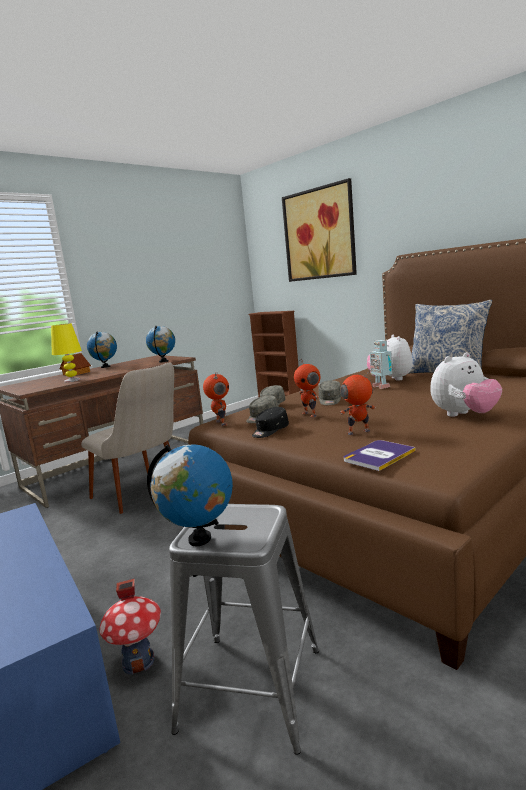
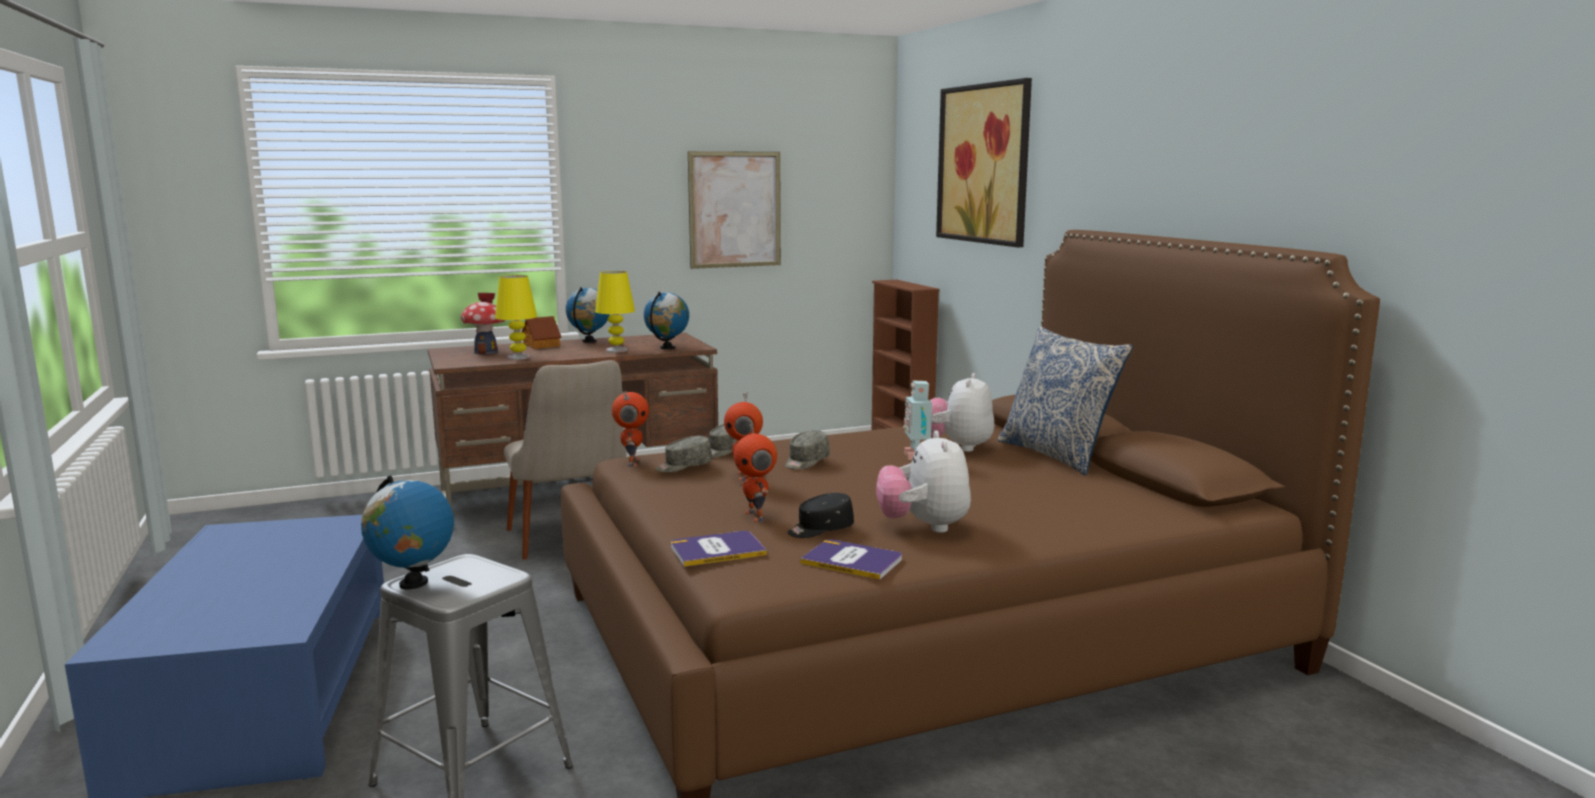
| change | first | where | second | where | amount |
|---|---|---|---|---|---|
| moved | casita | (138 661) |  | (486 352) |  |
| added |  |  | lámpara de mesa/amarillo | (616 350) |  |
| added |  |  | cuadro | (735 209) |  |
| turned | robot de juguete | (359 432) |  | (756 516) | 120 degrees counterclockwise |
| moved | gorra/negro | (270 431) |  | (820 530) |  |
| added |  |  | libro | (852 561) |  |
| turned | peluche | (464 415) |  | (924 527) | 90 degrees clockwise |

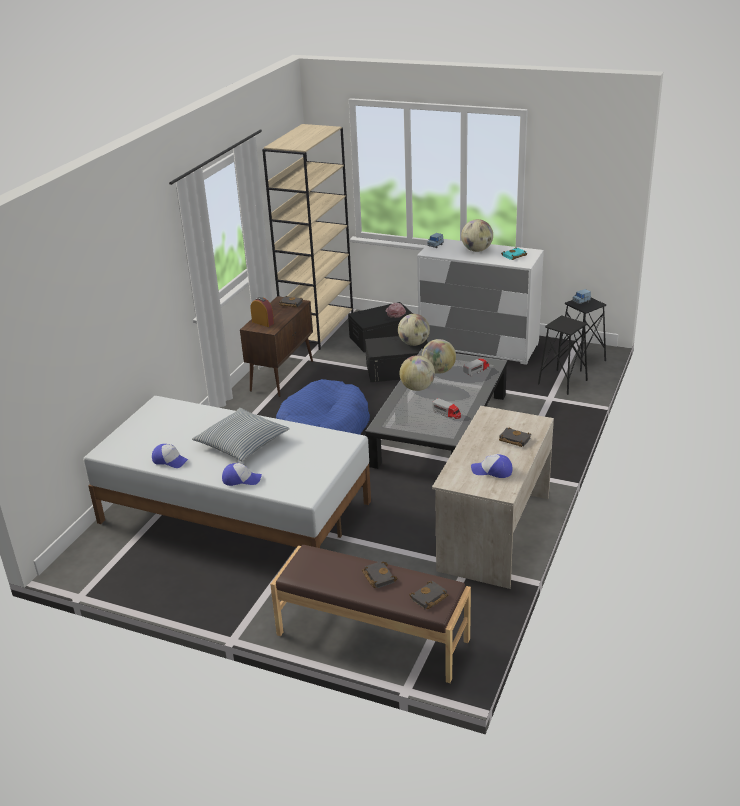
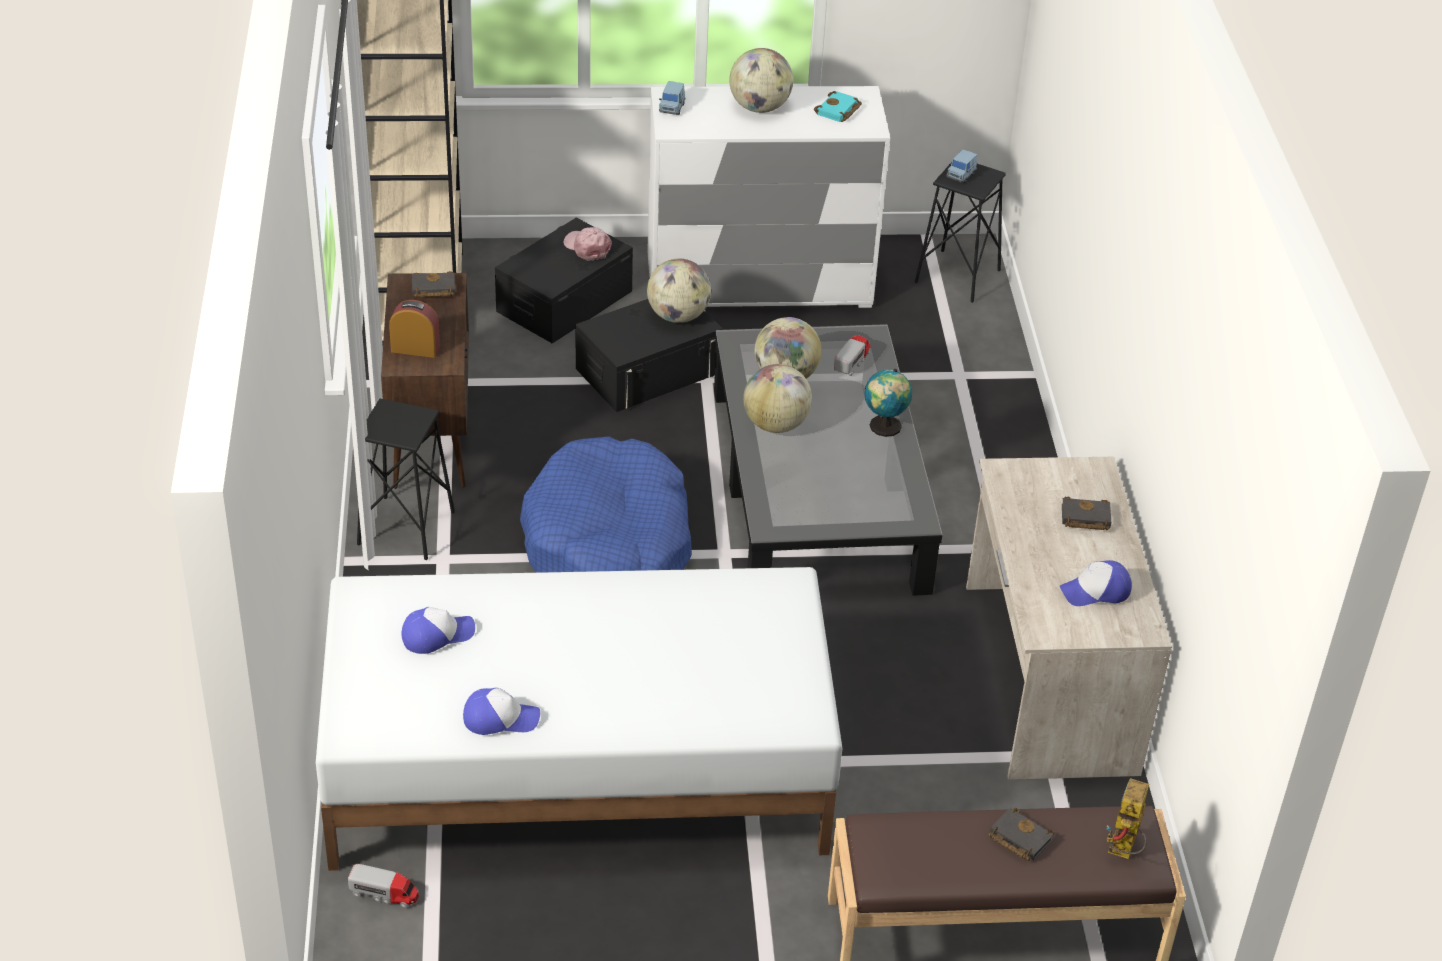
| change | first | where | second | where | amount |
|---|---|---|---|---|---|
| moved | camión de juguete | (447 414) |  | (384 893) |  |
| moved | taburete/negro | (562 382) |  | (406 528) |  |
| moved | gorra | (241 479) |  | (437 635) |  |
| added |  |  | globo terráqueo | (884 427) |  |
| replaced | libro/negro | (429 598) | robot de juguete | (1123 852) |  |
| removed | cojín | (242 442) |  |  |  |

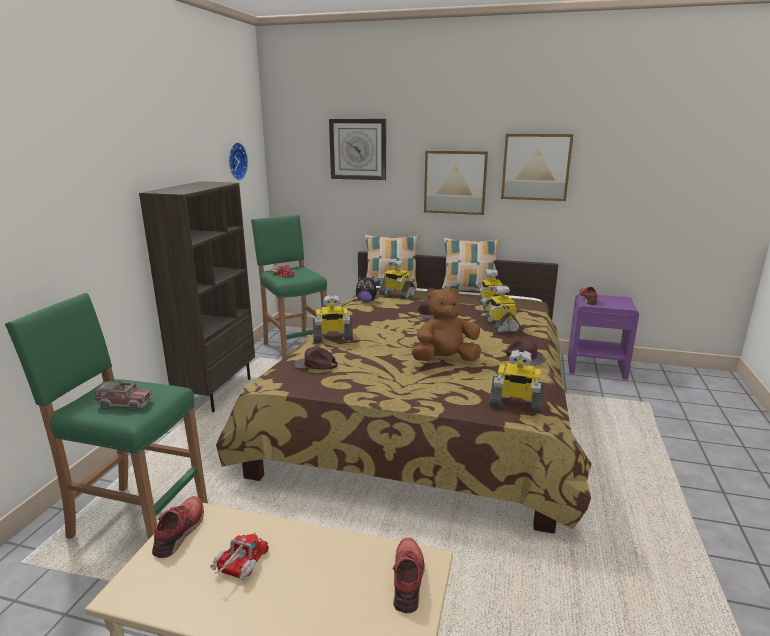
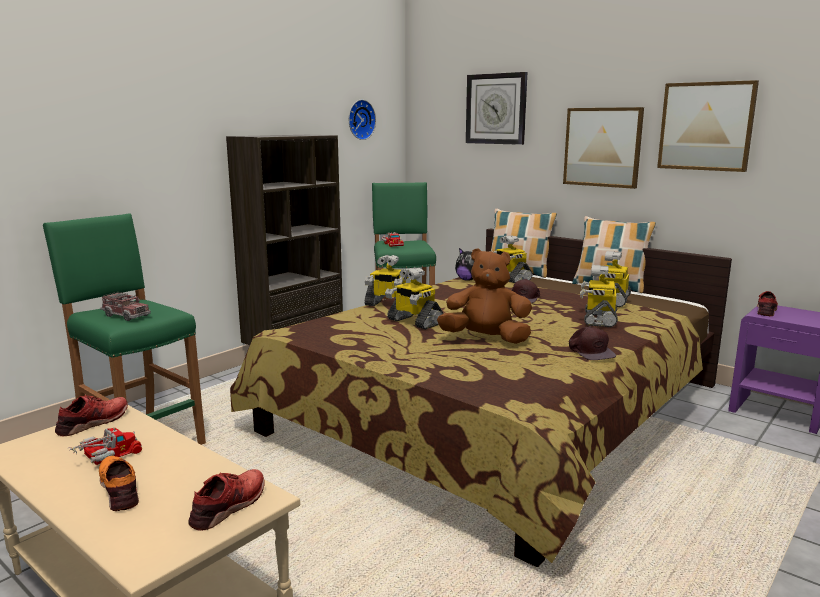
| change | first | where | second | where | amount |
|---|---|---|---|---|---|
| added |  |  | zapato/naranja | (120 489) |  |
| moved | robot de juguete | (515 404) |  | (414 322) |  |
| removed | gorra/marrón | (315 365) |  |  |  |

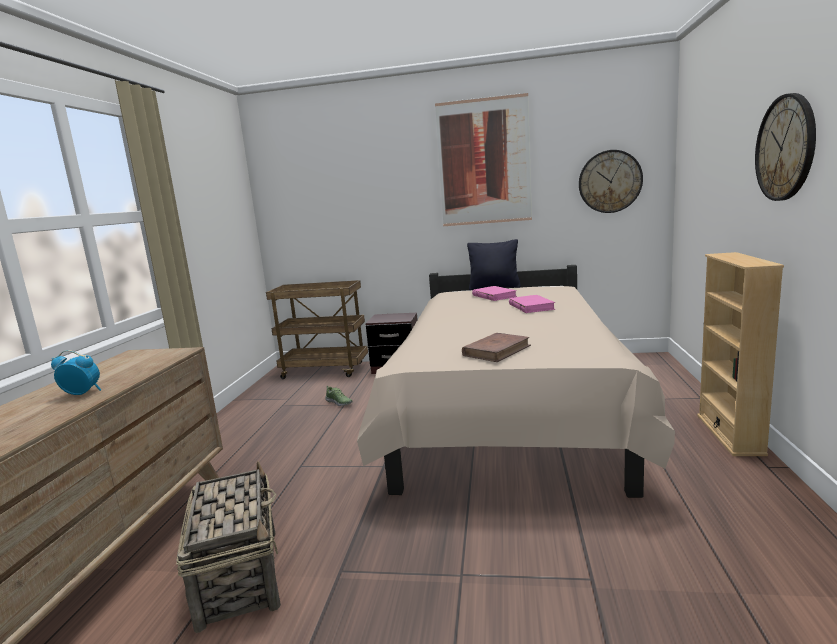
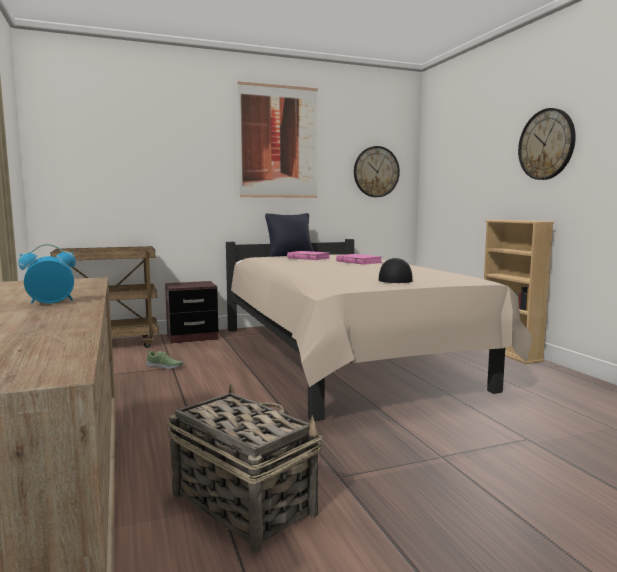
| change | first | where | second | where | amount |
|---|---|---|---|---|---|
| replaced | libro/marrón | (496 350) | gorra | (395 279) |  |

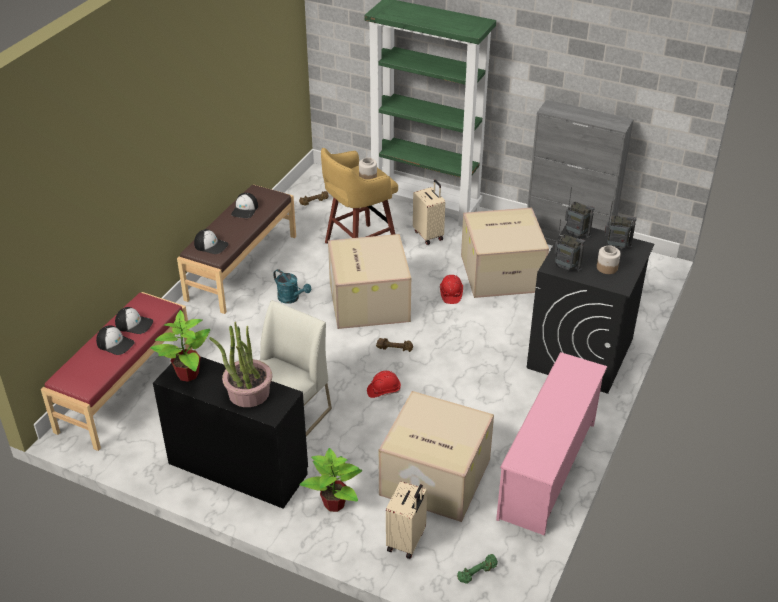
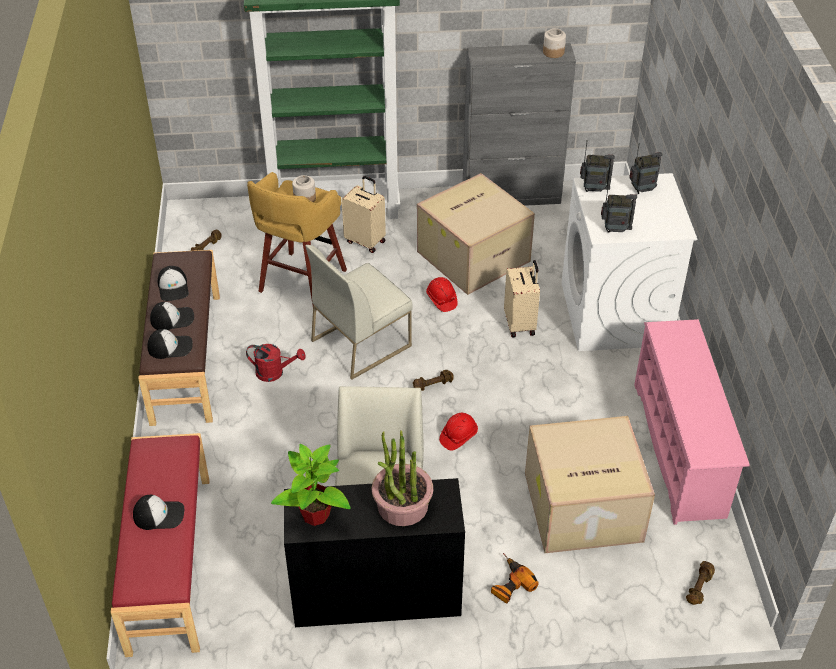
| change | first | where | second | where | amount |
|---|---|---|---|---|---|
| moved | gorra | (134 324) |  | (172 318) |  |
| recoloured | regadera/turquesa | (291 298) | regadera/rojo | (275 373) |  |
| replaced | caja de cartón | (367 301) | silla/blanco | (361 342) |  |
| replaced | planta en maceta | (335 504) | taladro | (509 584) |  |
| moved | maleta/beis | (407 541) |  | (520 324) |  |
| moved | tarro | (606 267) |  | (553 52) |  |
| recoloured | lavadora/negro | (580 354) | lavadora/blanco | (615 314) |  |
| recoloured | mancuerna/verde | (477 573) | mancuerna/marrón | (699 588) |  |

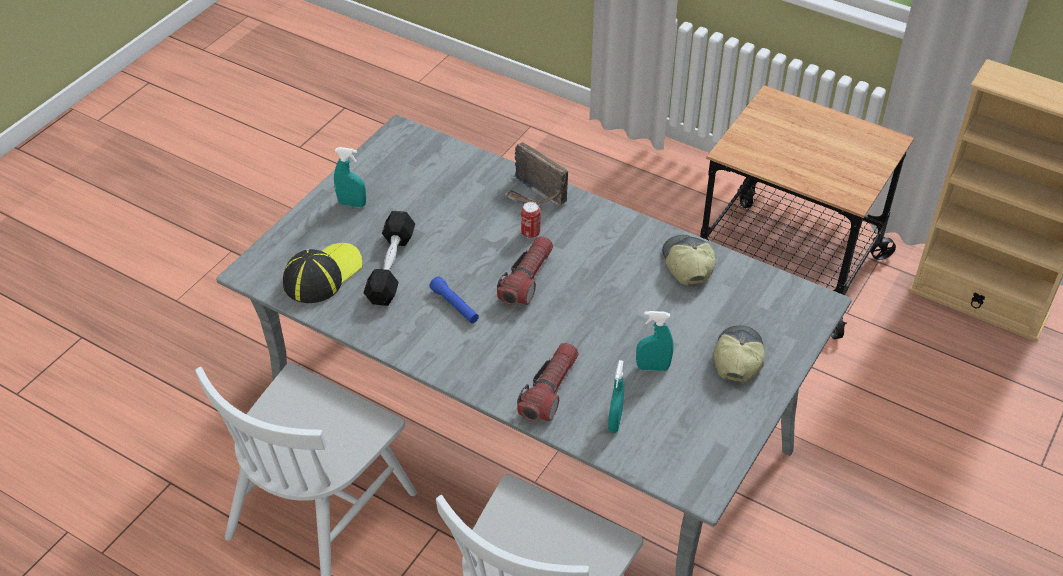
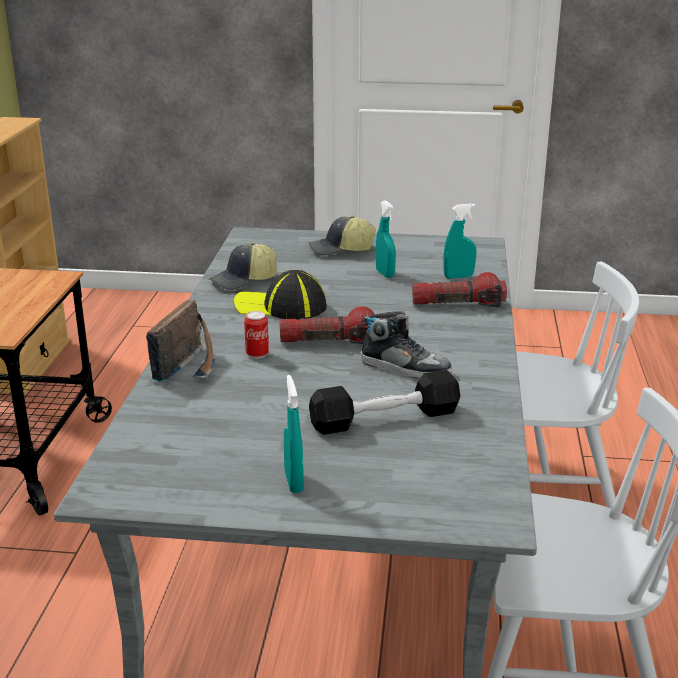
| change | first | where | second | where | amount |
|---|---|---|---|---|---|
| moved | gorra | (322 274) |  | (281 307) |  |
| replaced | linterna/azul | (455 306) | zapato | (405 367) |  |

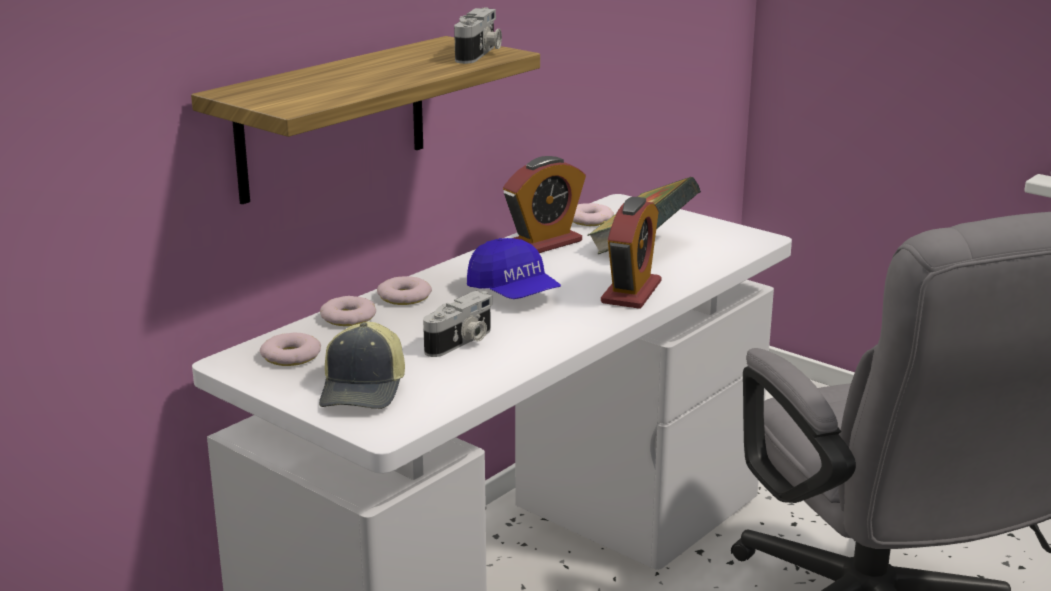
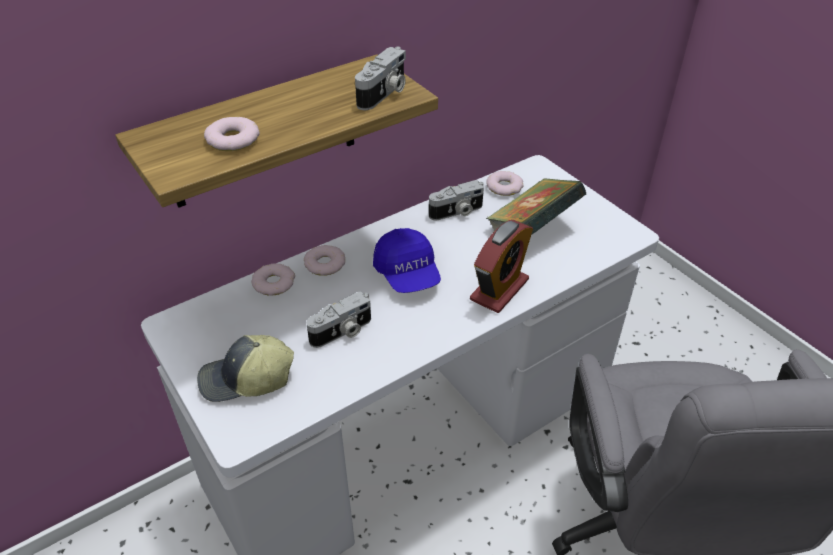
| change | first | where | second | where | amount |
|---|---|---|---|---|---|
| turned | gorra | (364 389) |  | (246 380) | 60 degrees clockwise |
| moved | rosquilla | (291 356) |  | (232 139) |  |
| replaced | despertador | (544 243) | cámara | (457 212) |  |

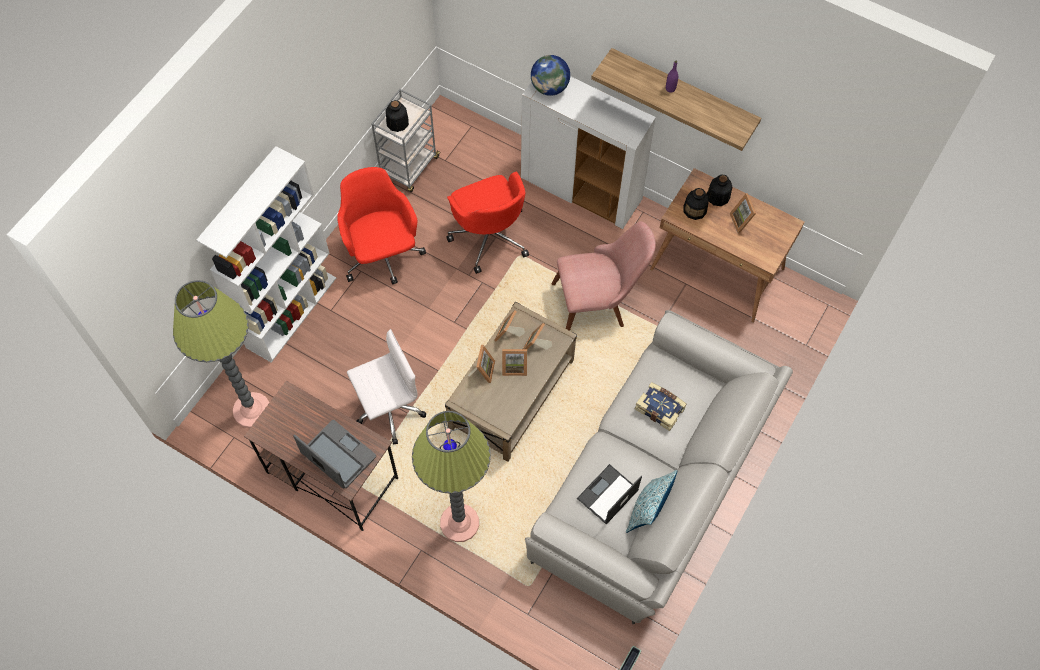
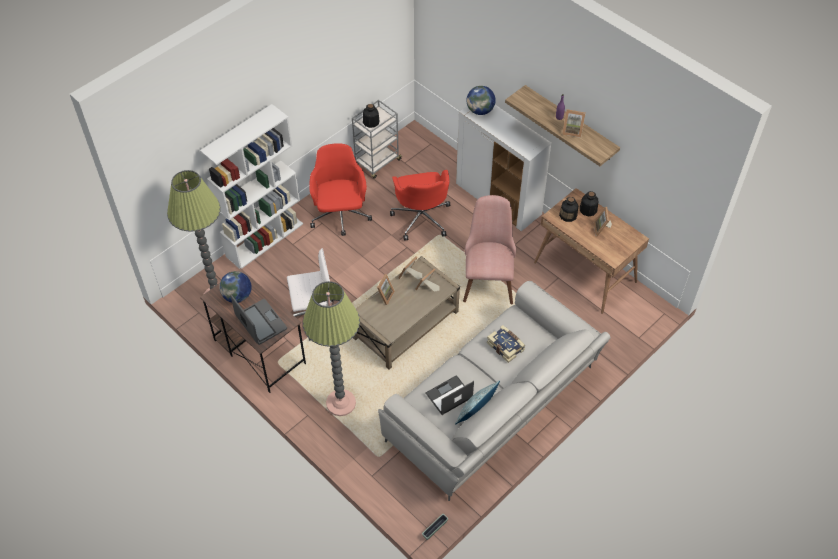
| change | first | where | second | where | amount |
|---|---|---|---|---|---|
| added |  |  | globo terráqueo | (237 296) |  |
| turned | silla/rosa | (598 303) |  | (488 277) | 90 degrees counterclockwise |
| moved | portarretratos | (514 366) |  | (572 130) |  |

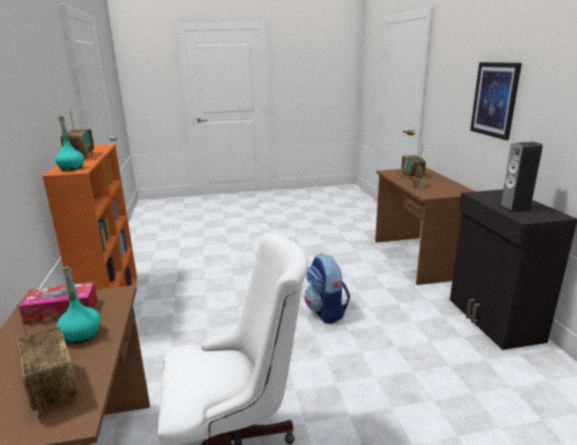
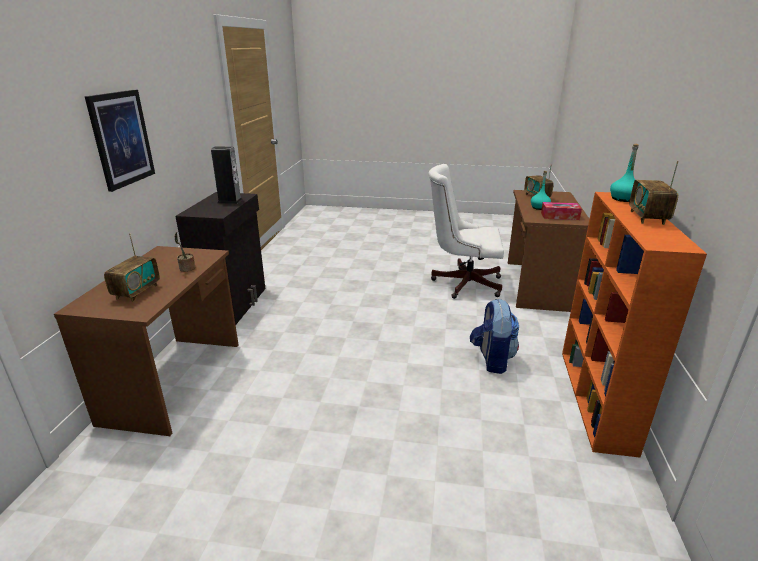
| change | first | where | second | where | amount |
|---|---|---|---|---|---|
| moved | mochila | (326 312) |  | (492 360) |  |

